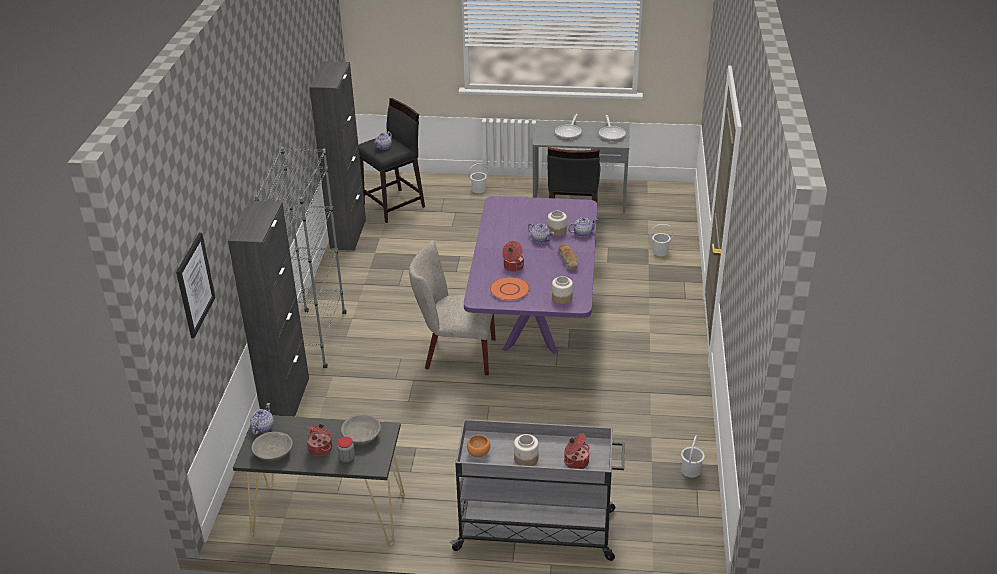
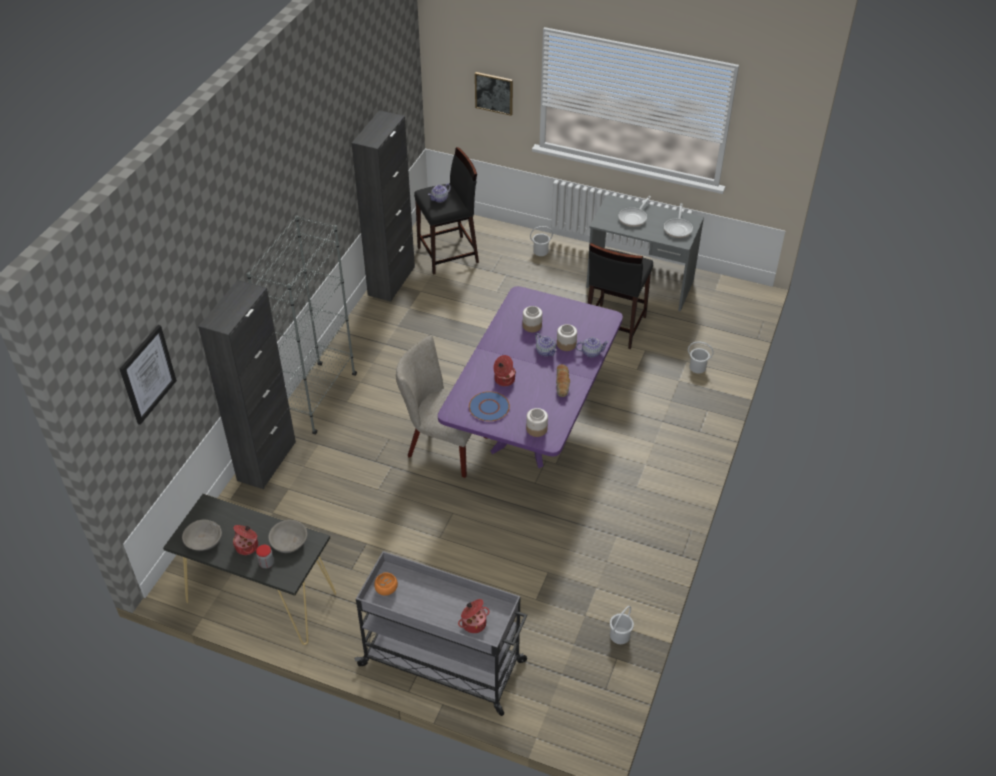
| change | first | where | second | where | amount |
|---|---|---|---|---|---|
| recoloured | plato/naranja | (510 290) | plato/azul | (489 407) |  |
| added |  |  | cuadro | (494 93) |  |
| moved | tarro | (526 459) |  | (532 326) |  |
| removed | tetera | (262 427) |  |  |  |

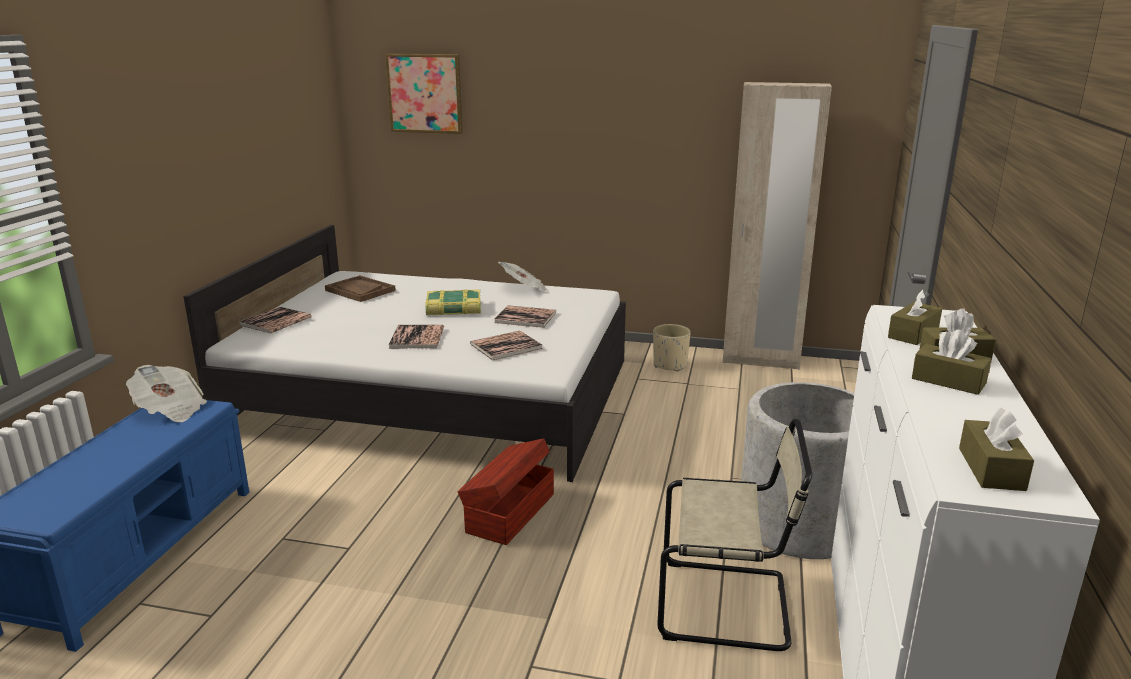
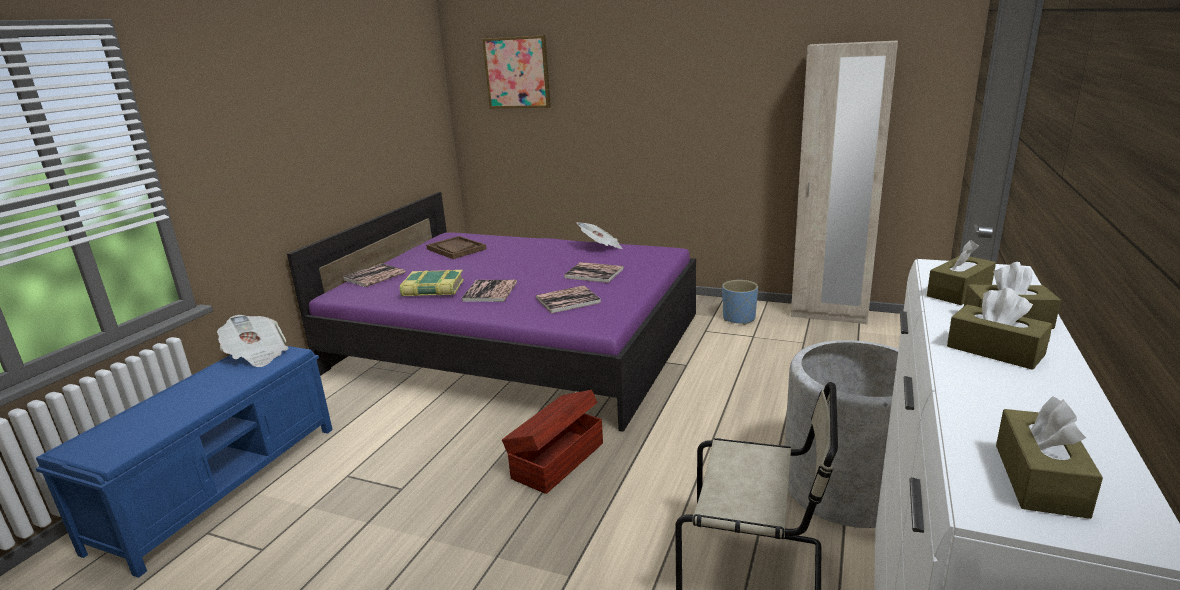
| change | first | where | second | where | amount |
|---|---|---|---|---|---|
| recoloured | cama/blanco | (435 395) | cama/morado | (517 343) |  |
| moved | libro | (453 308) |  | (433 289) |  |
| recoloured | maceta/beis | (670 365) | maceta/azul | (739 318) |  |

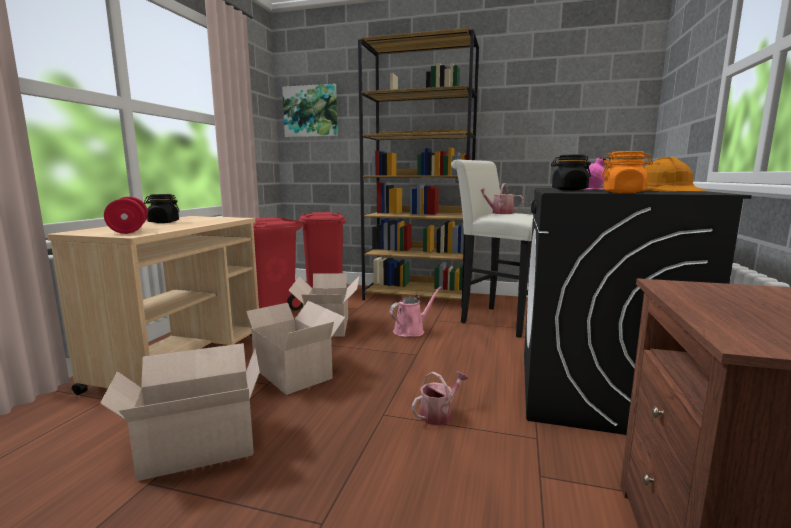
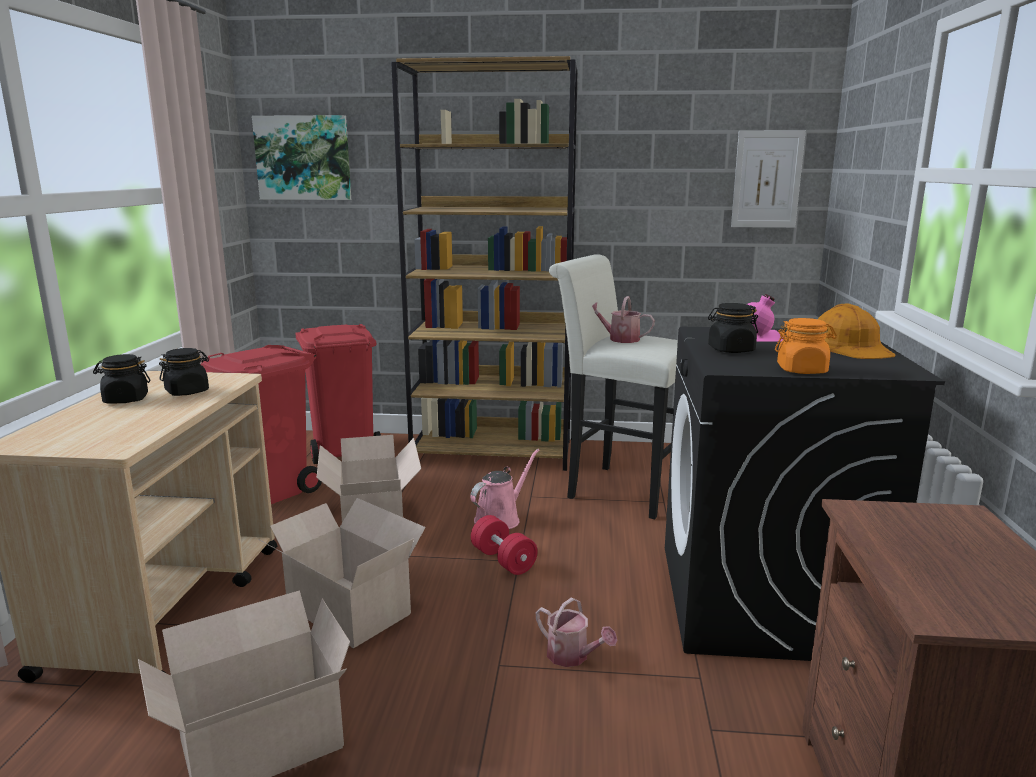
| change | first | where | second | where | amount |
|---|---|---|---|---|---|
| added |  |  | tarro/negro | (187 391) |  |
| moved | mancuerna/rojo | (129 230) |  | (503 560) |  |
| turned | regadera | (439 414) |  | (572 656) | 90 degrees clockwise |
| added |  |  | cuadro | (767 179) |  |

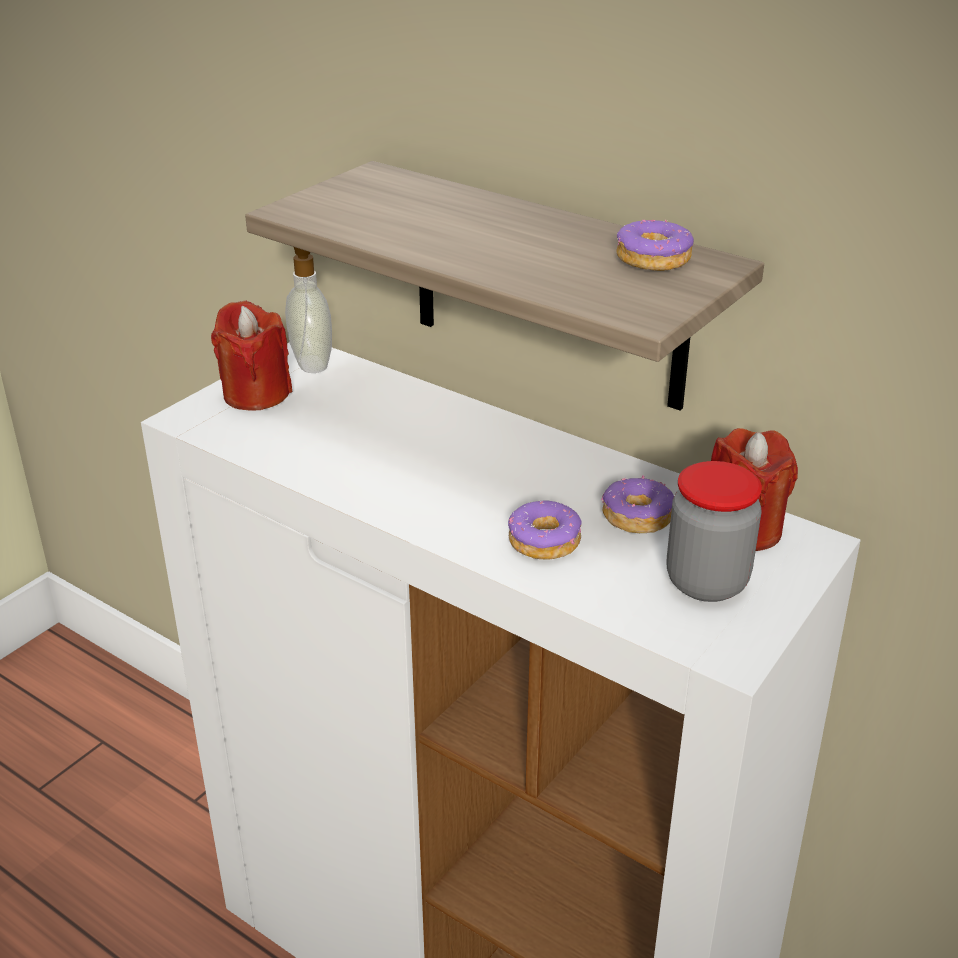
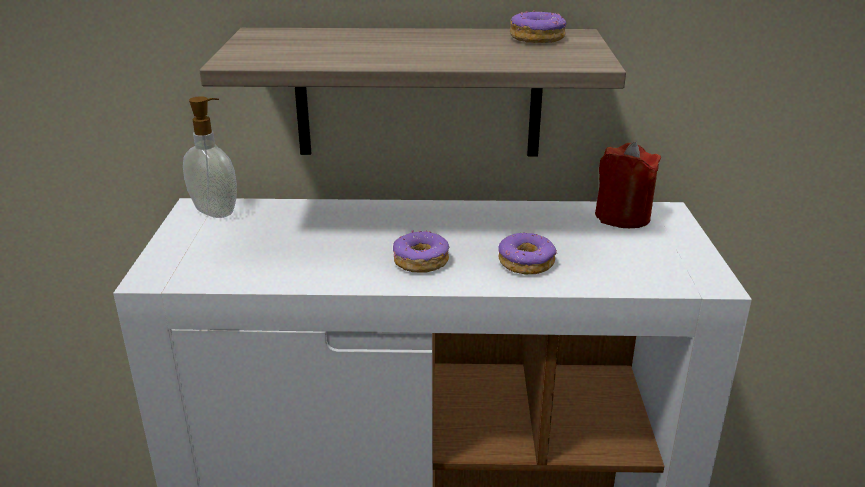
| change | first | where | second | where | amount |
|---|---|---|---|---|---|
| moved | rosquilla | (636 516) |  | (420 261) |  |
| removed | vela/rojo | (256 394) |  |  |  |
| removed | tarro | (706 582) |  |  |  |

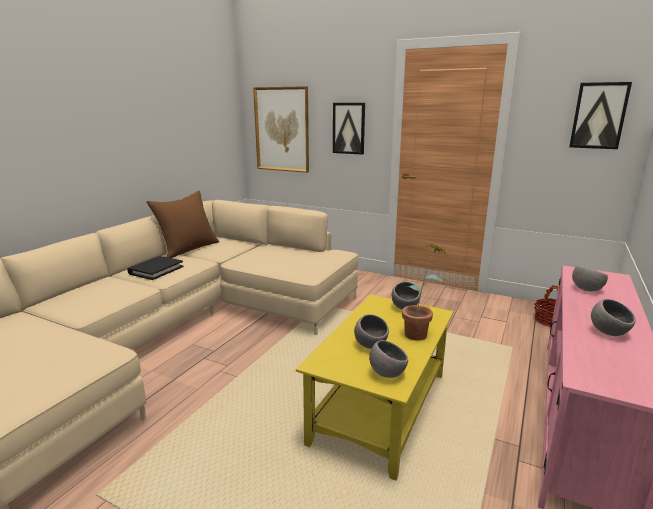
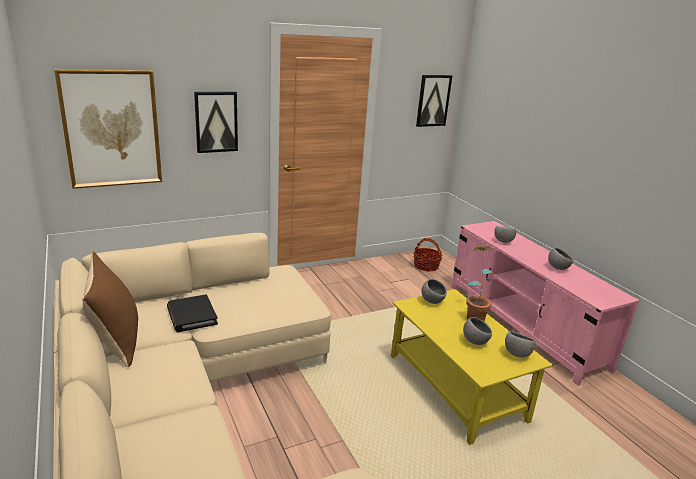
| change | first | where | second | where | amount |
|---|---|---|---|---|---|
| moved | libro/negro | (156 270) |  | (191 316) |  |

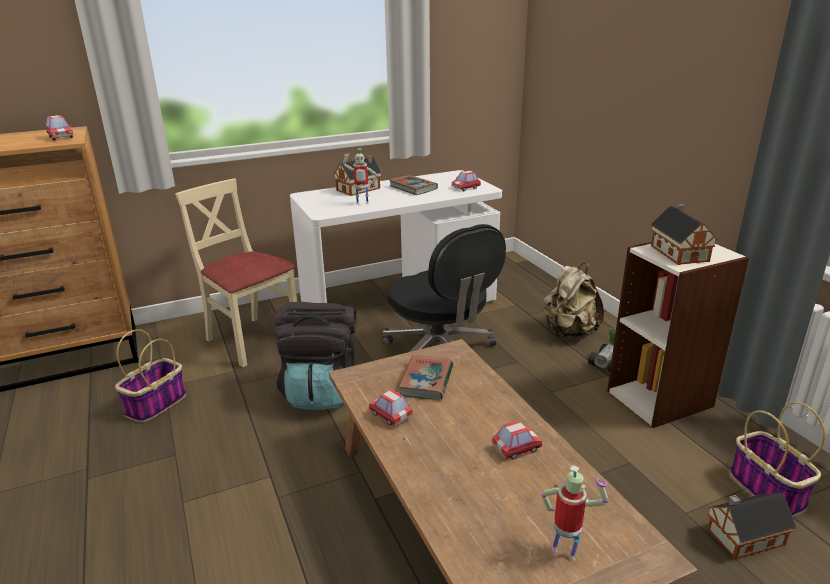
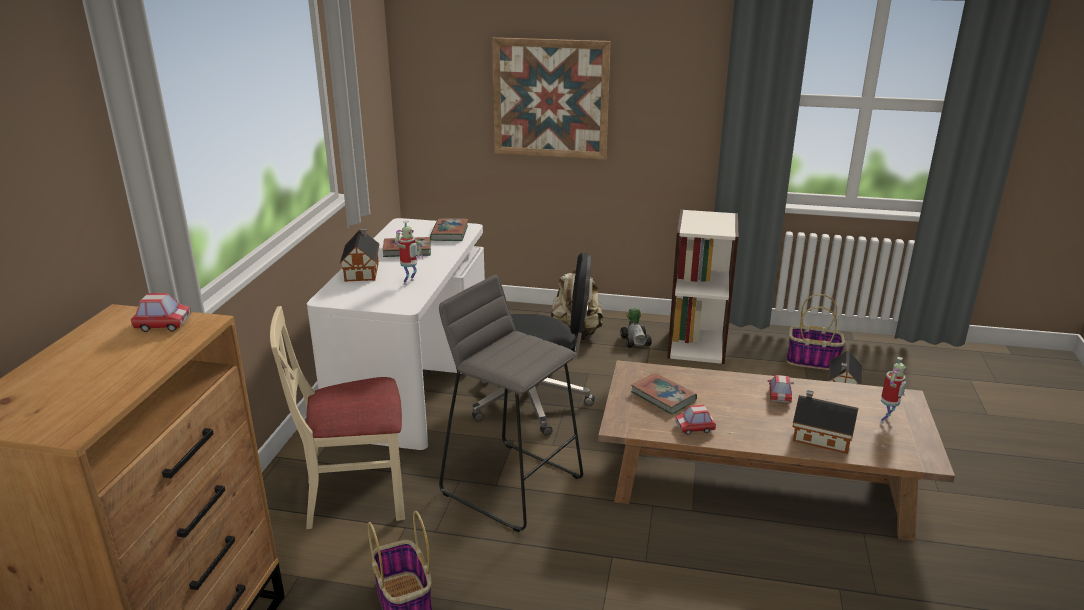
| change | first | where | second | where | amount |
|---|---|---|---|---|---|
| replaced | coche de juguete | (466 188) | libro | (449 233) |  |
| replaced | mochila/negro | (321 391) | taburete/gris | (512 484) |  |
| added |  |  | cuadro | (550 98) |  |
| moved | casita | (678 252) |  | (819 437) |  |
| turned | robot de juguete | (565 551) |  | (886 421) | 150 degrees clockwise |

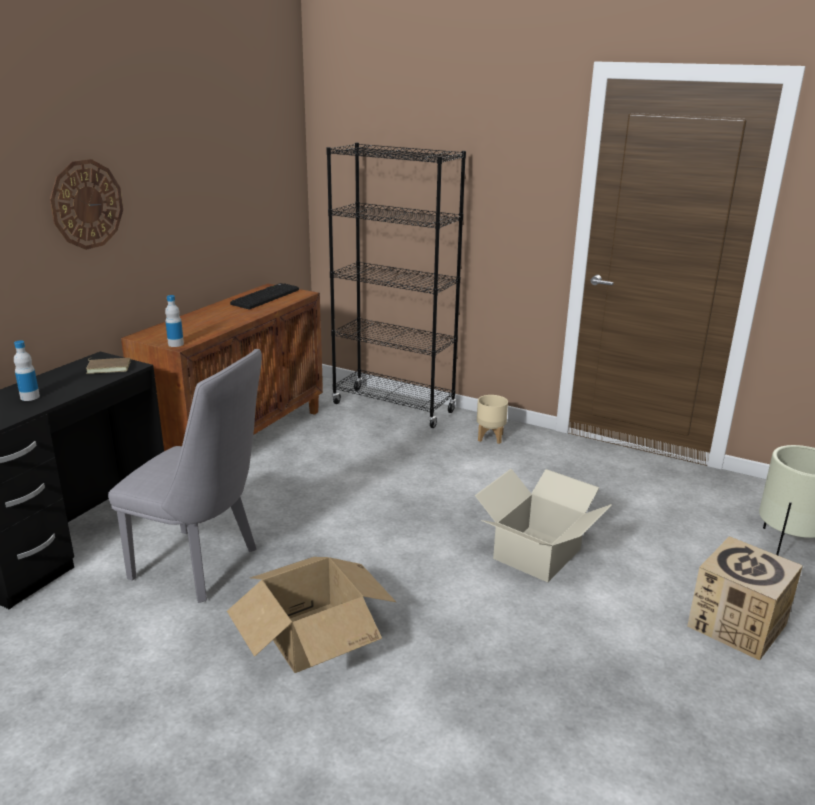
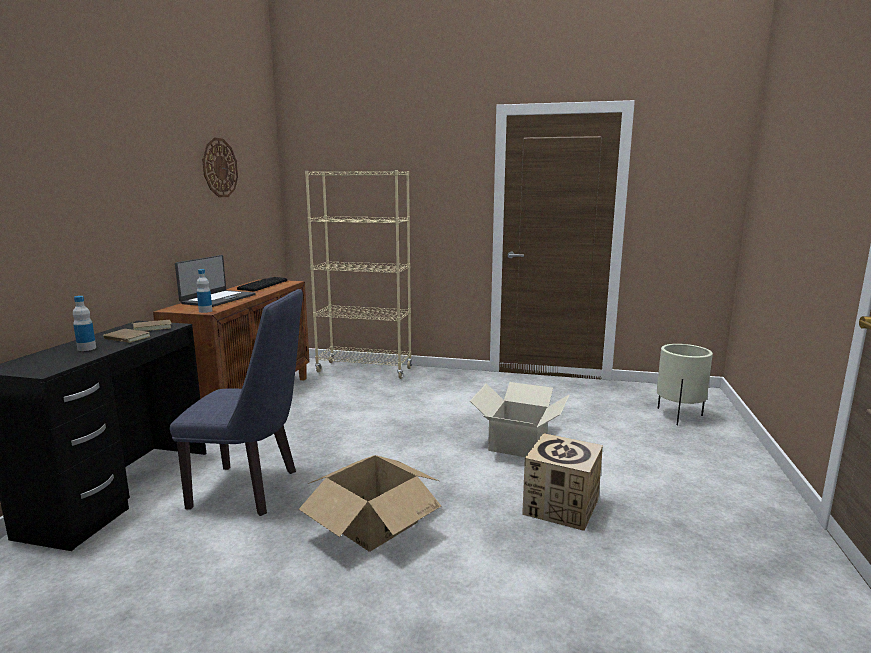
| change | first | where | second | where | amount |
|---|---|---|---|---|---|
| added |  |  | libro/marrón | (126 338) |  |
| recoloured | silla/gris | (203 566) | silla/azul | (253 489) |  |
| added |  |  | portátil | (218 299) |  |
| moved | reloj de pared | (86 204) |  | (219 168) |  |
| recoloured | estantería/negro | (393 408) | estantería/beis | (364 370) |  |
| moved | caja de cartón | (737 625) |  | (561 507) |  |
| removed | maceta/beis | (491 437) |  |  |  |

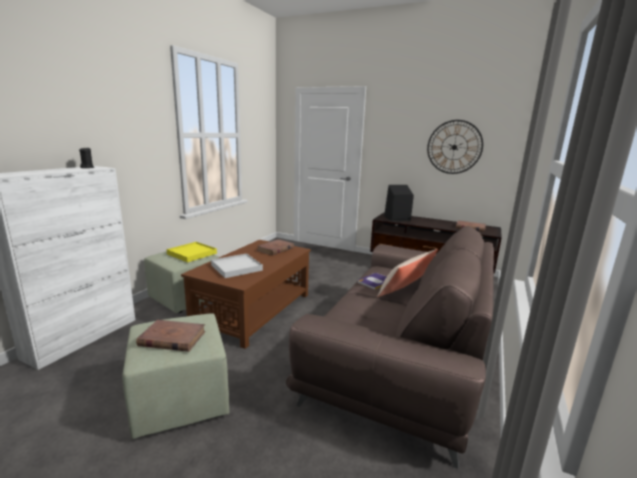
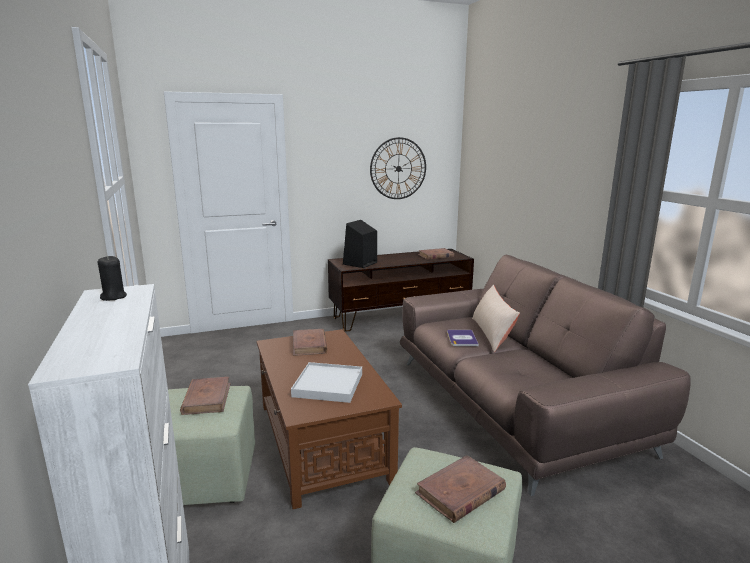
| change | first | where | second | where | amount |
|---|---|---|---|---|---|
| replaced | bandeja/amarillo | (192 254) | libro/marrón | (207 398) |  |

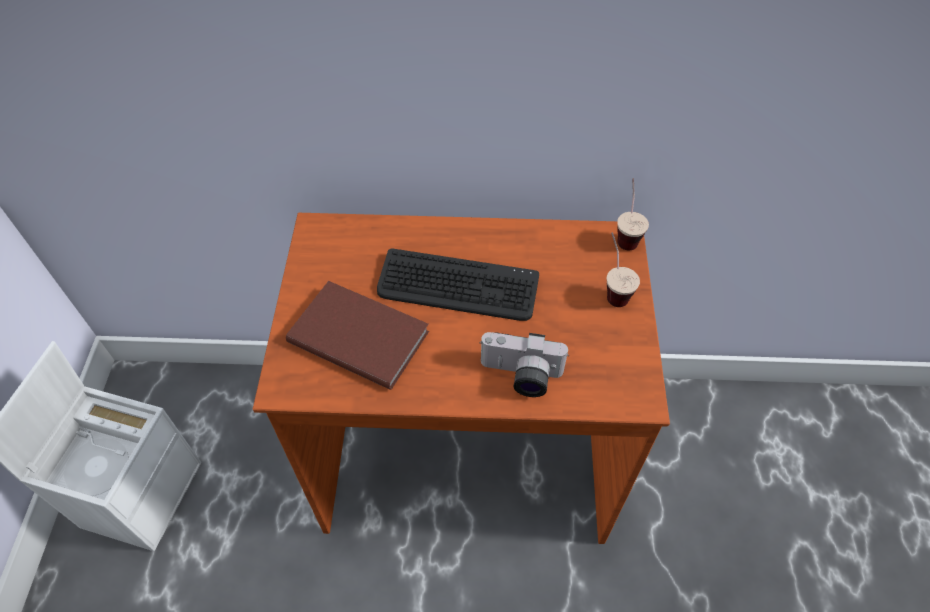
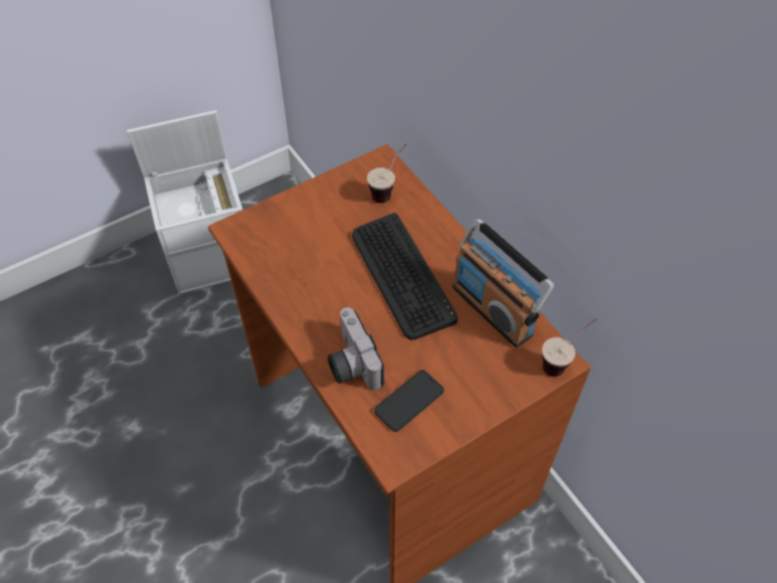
| change | first | where | second | where | amount |
|---|---|---|---|---|---|
| moved | taza | (613 288) |  | (388 190) |  |
| added |  |  | móvil | (409 401) |  |
| added |  |  | radio | (493 309) |  |
| removed | libro/marrón | (359 334) |  |  |  |

